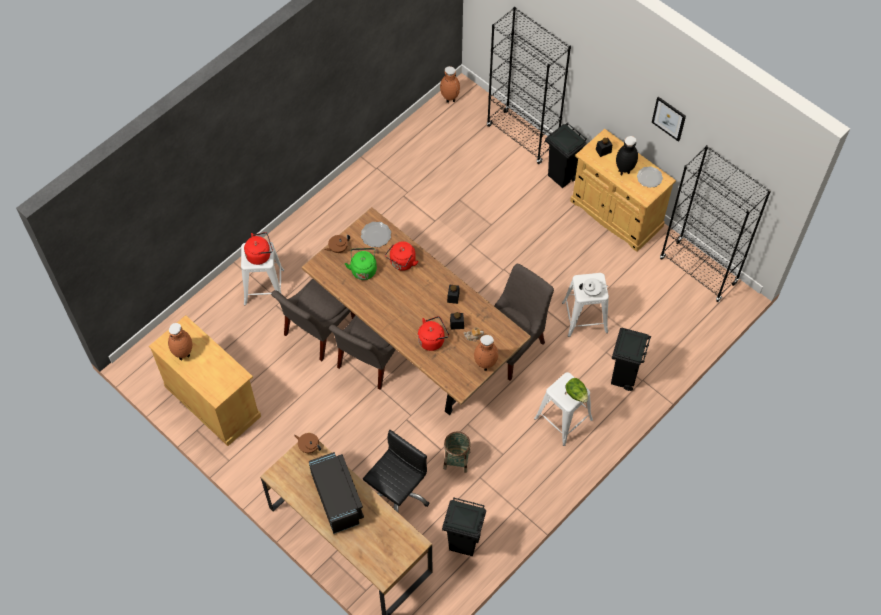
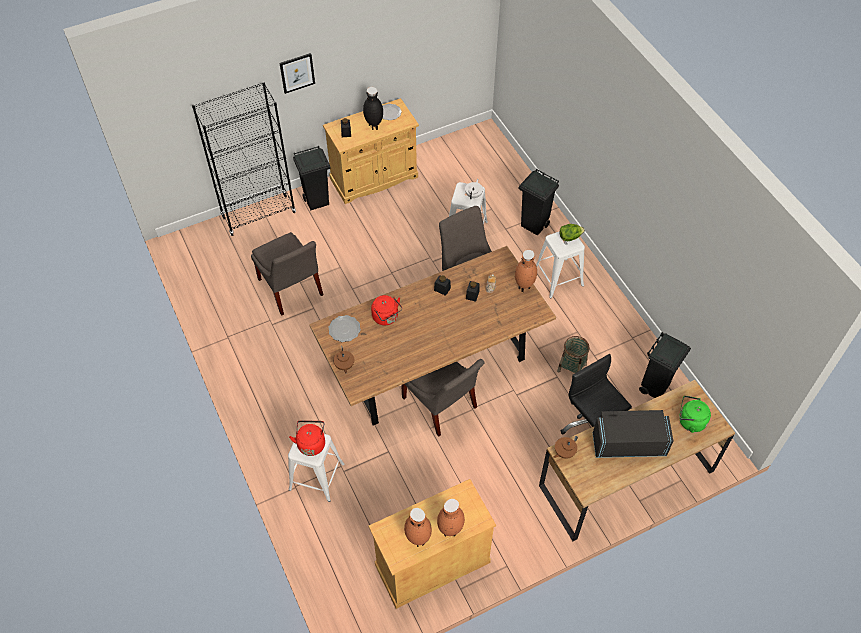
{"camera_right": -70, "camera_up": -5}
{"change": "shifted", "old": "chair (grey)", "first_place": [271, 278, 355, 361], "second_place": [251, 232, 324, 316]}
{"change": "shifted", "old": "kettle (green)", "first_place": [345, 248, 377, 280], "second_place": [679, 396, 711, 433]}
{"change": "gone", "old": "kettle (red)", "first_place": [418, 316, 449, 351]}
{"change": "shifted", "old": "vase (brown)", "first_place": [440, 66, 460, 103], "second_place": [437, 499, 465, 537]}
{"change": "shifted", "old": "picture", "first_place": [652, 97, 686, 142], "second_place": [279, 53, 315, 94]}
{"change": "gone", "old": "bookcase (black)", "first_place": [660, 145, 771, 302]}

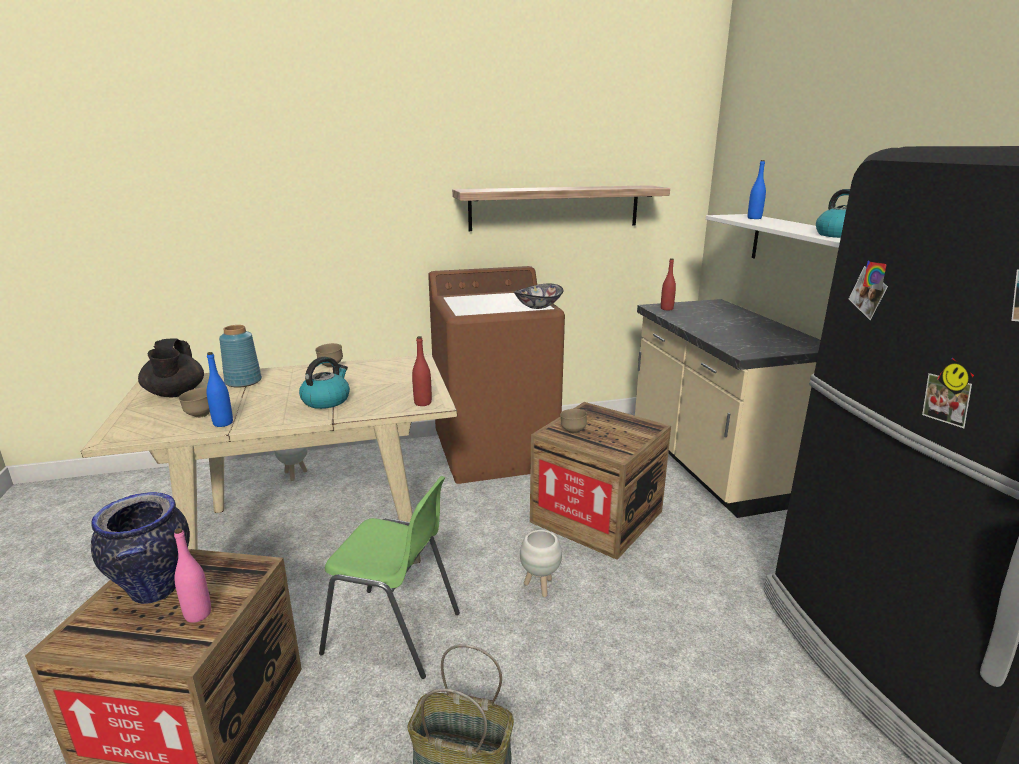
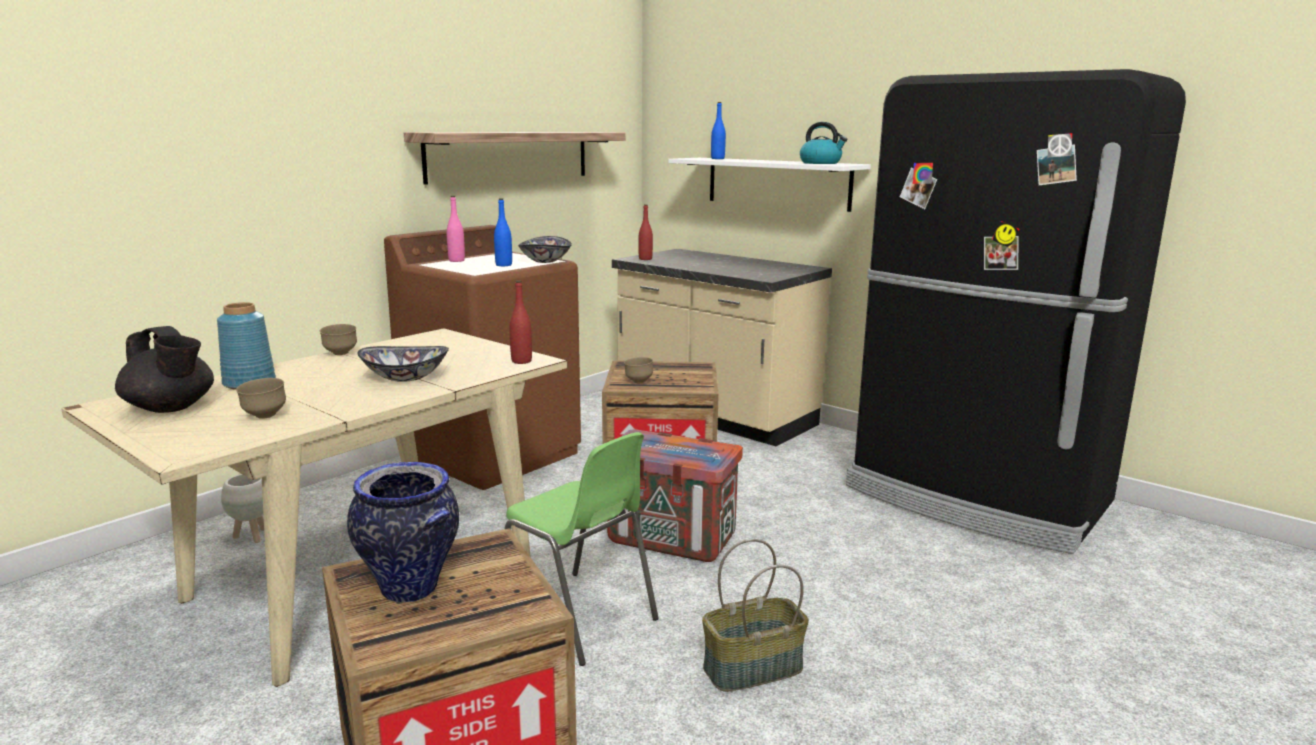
{"camera_right": -35, "camera_up": -5}
{"change": "shifted", "old": "bottle (pink)", "first_place": [174, 528, 211, 623], "second_place": [447, 196, 465, 262]}
{"change": "shifted", "old": "bottle (blue)", "first_place": [206, 352, 233, 427], "second_place": [494, 198, 512, 266]}
{"change": "swapped", "old": "kettle", "new": "bowl", "first_place": [299, 357, 350, 409], "second_place": [357, 346, 449, 382]}
{"change": "rotated", "old": "chair (green)", "first_place": [319, 476, 460, 679], "second_place": [505, 432, 659, 666], "degrees": 60}
{"change": "swapped", "old": "planter (white)", "new": "crate", "first_place": [520, 530, 562, 597], "second_place": [607, 429, 743, 562]}

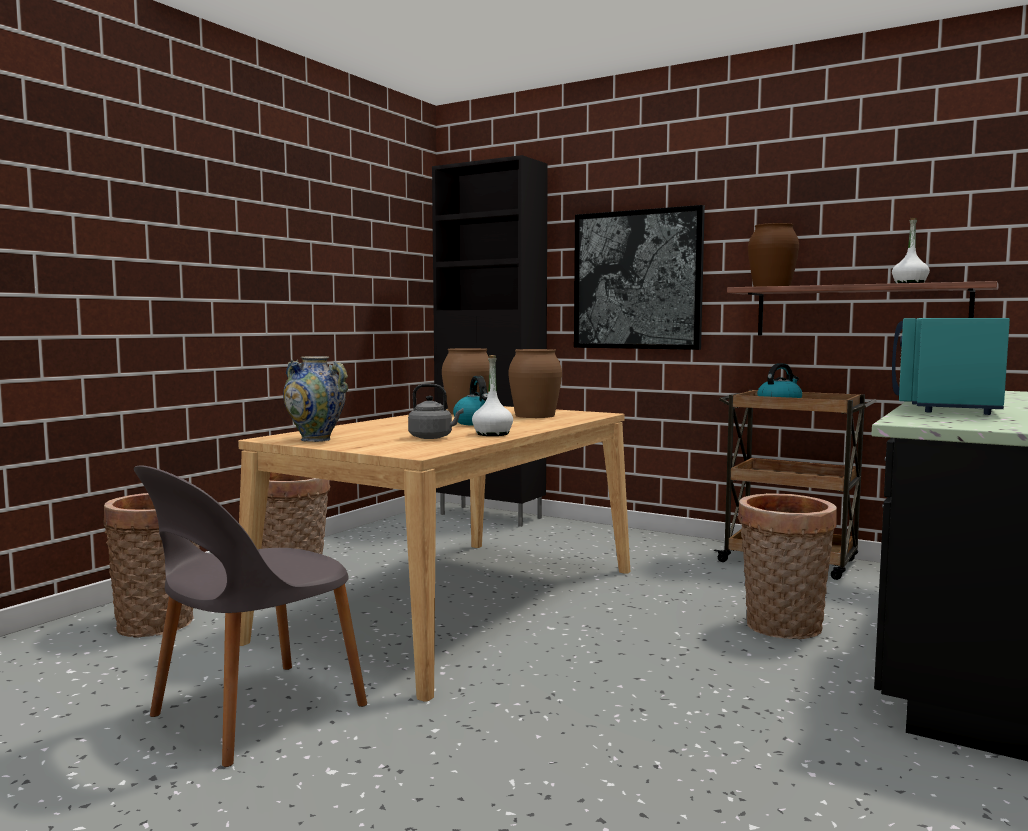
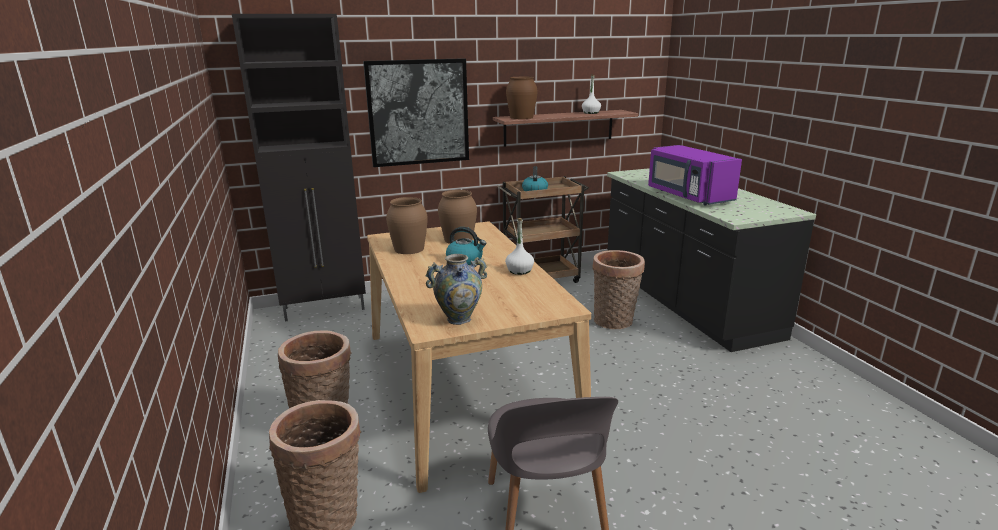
{"camera_right": -50, "camera_up": 15}
{"change": "gone", "old": "kettle (grey)", "first_place": [408, 384, 464, 439]}
{"change": "repainted", "old": "microwave (turquoise)", "new": "microwave (purple)", "first_place": [892, 318, 1010, 415], "second_place": [648, 145, 742, 205]}

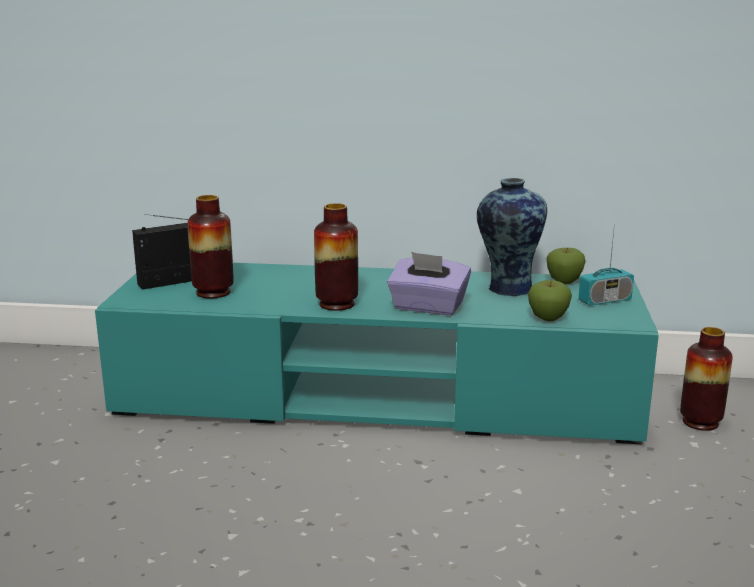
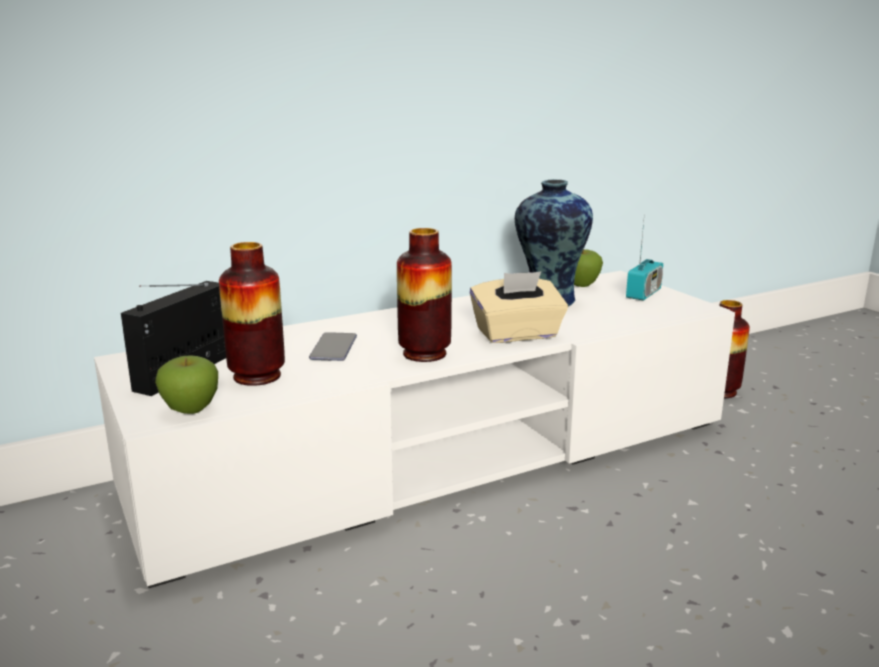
{"camera_right": -35, "camera_up": 0}
{"change": "repainted", "old": "tv stand (turquoise)", "new": "tv stand (white)", "first_place": [95, 263, 659, 444], "second_place": [94, 271, 735, 588]}
{"change": "repainted", "old": "tissue box (purple)", "new": "tissue box (beige)", "first_place": [387, 252, 471, 315], "second_place": [470, 271, 568, 343]}
{"change": "shifted", "old": "apple", "first_place": [528, 280, 572, 321], "second_place": [155, 355, 218, 414]}
{"change": "new", "new": "phone", "second_place": [309, 332, 357, 361]}

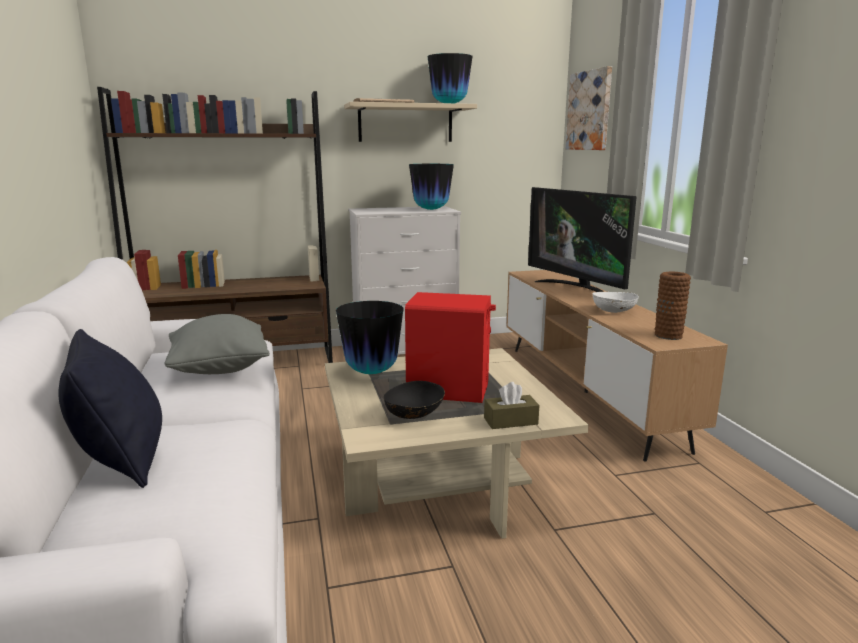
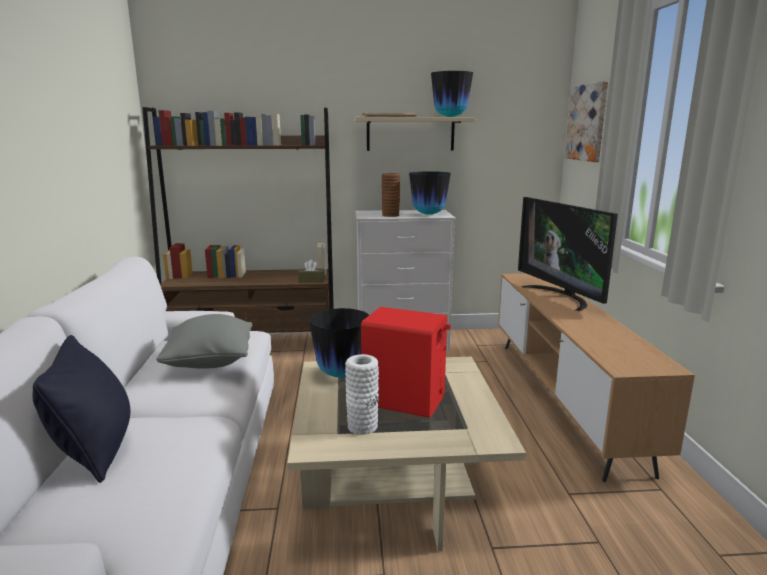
{"camera_right": 10, "camera_up": 0}
{"change": "swapped", "old": "bowl (black)", "new": "vase (white)", "first_place": [384, 381, 445, 419], "second_place": [345, 354, 379, 435]}
{"change": "shifted", "old": "tissue box (brown)", "first_place": [484, 382, 539, 429], "second_place": [298, 260, 325, 283]}
{"change": "gone", "old": "bowl (white)", "first_place": [592, 292, 639, 313]}
{"change": "shifted", "old": "vase (brown)", "first_place": [655, 272, 691, 340], "second_place": [381, 173, 400, 217]}

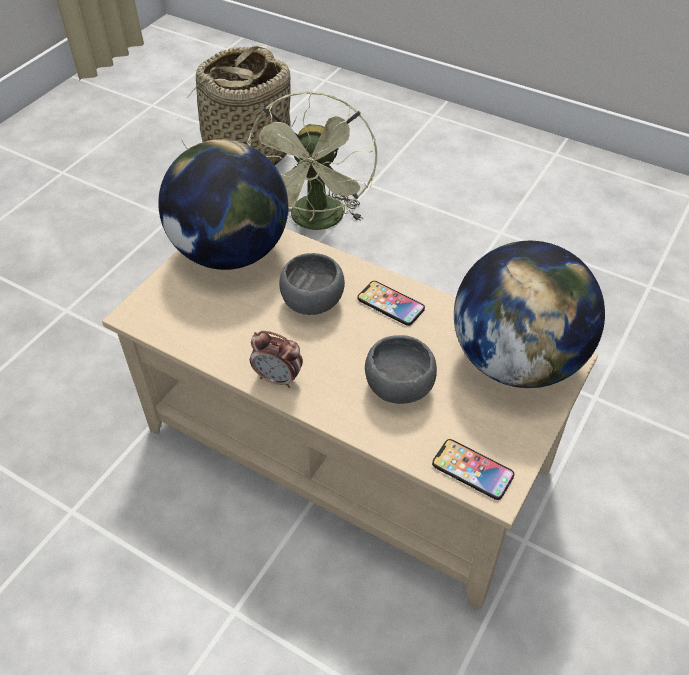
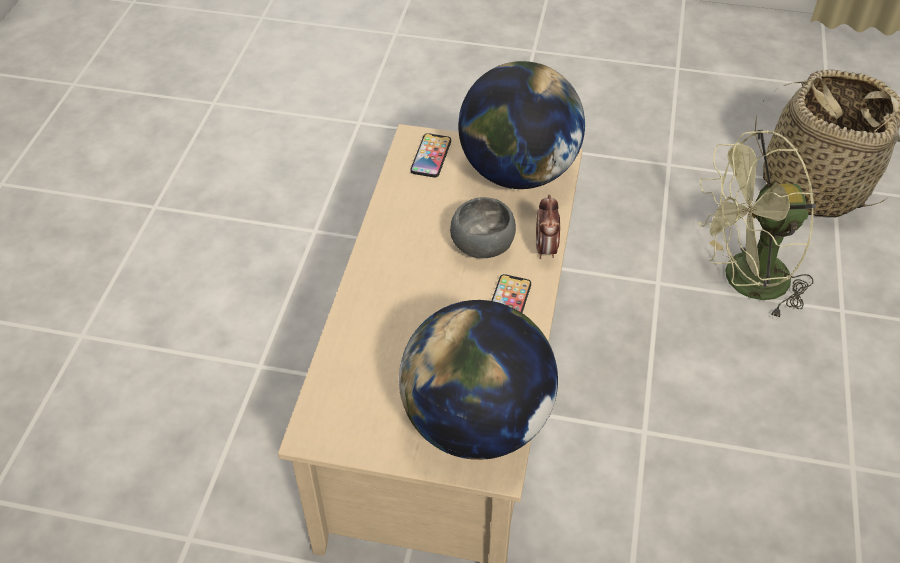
{"camera_right": 70, "camera_up": 0}
{"change": "shifted", "old": "alarm clock", "first_place": [250, 331, 303, 388], "second_place": [536, 194, 560, 259]}
{"change": "gone", "old": "bowl (grey)", "first_place": [365, 335, 437, 404]}
{"change": "shifted", "old": "phone", "first_place": [432, 439, 514, 500], "second_place": [410, 133, 451, 178]}

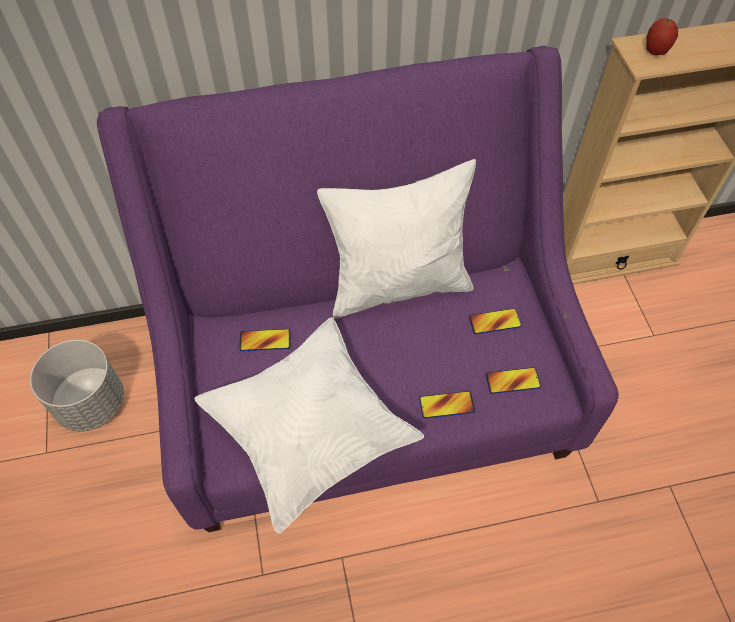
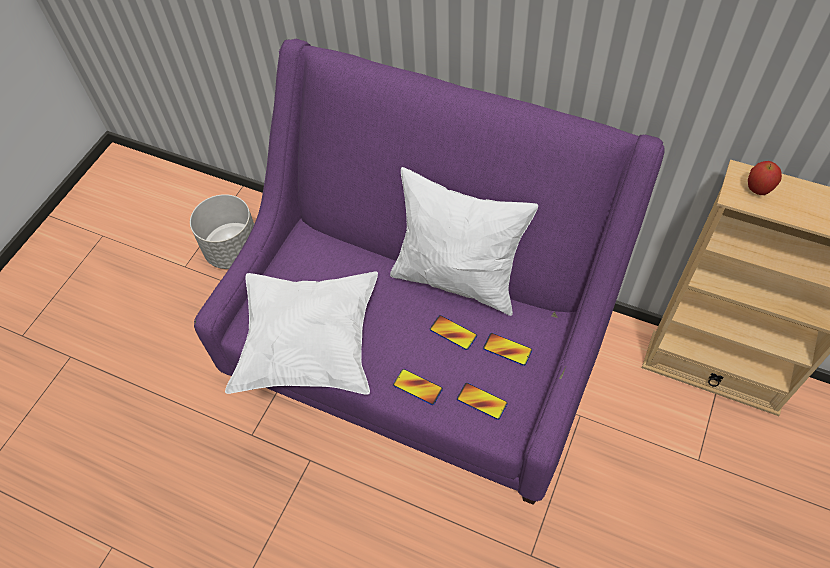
{"camera_right": 40, "camera_up": 0}
{"change": "shifted", "old": "phone", "first_place": [239, 329, 290, 351], "second_place": [430, 315, 477, 350]}

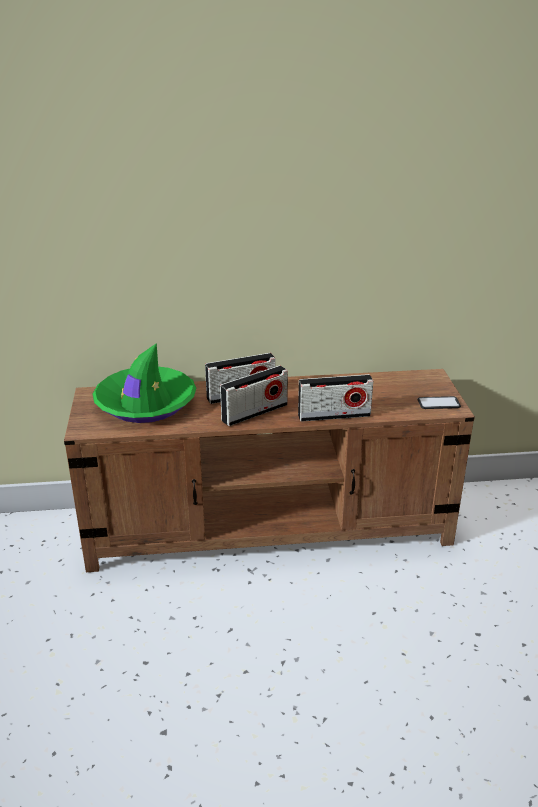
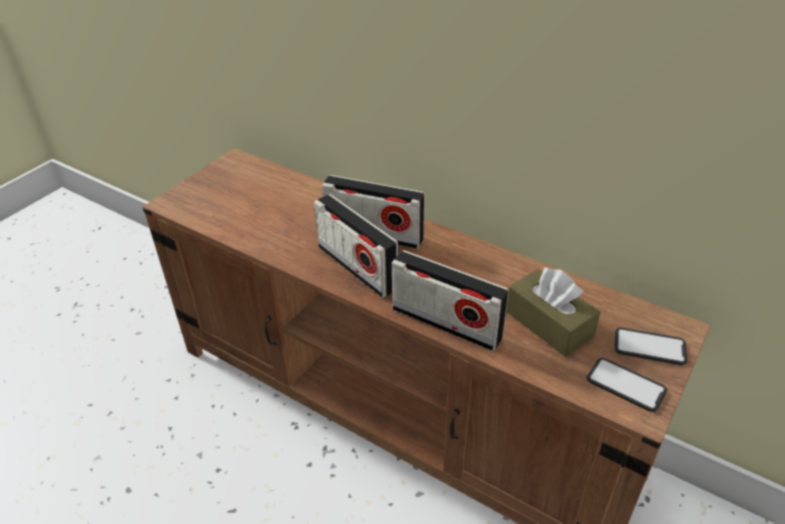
{"camera_right": 40, "camera_up": 10}
{"change": "gone", "old": "hat (green)", "first_place": [93, 343, 196, 423]}
{"change": "rotated", "old": "radio", "first_place": [220, 365, 288, 426], "second_place": [314, 194, 399, 298], "degrees": 45}
{"change": "new", "new": "tissue box (brown)", "second_place": [506, 267, 601, 357]}
{"change": "new", "new": "phone", "second_place": [615, 328, 687, 365]}

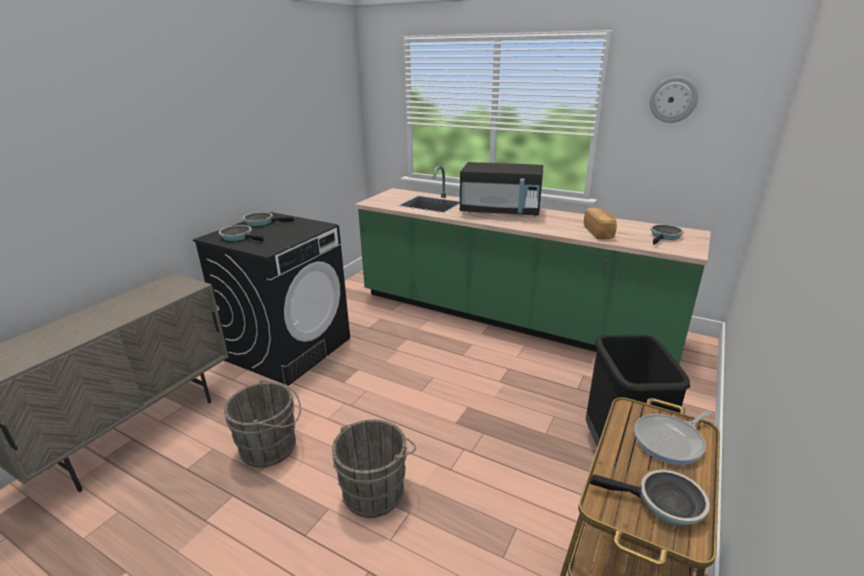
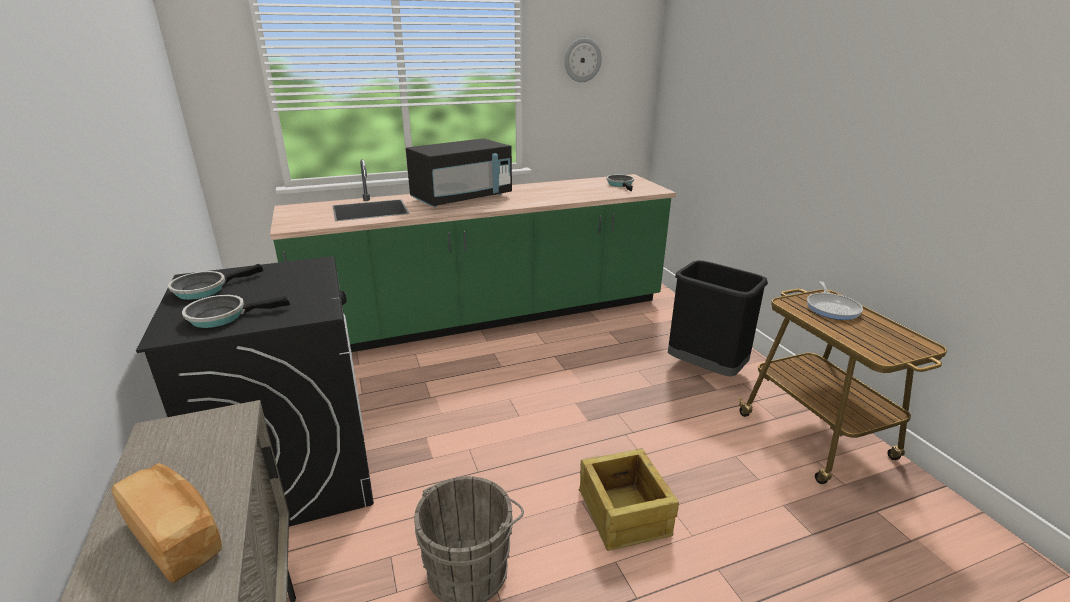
{"camera_right": -50, "camera_up": 0}
{"change": "swapped", "old": "bucket (grey)", "new": "crate", "first_place": [332, 419, 416, 518], "second_place": [579, 448, 679, 551]}
{"change": "shifted", "old": "bread", "first_place": [584, 208, 617, 239], "second_place": [112, 463, 222, 583]}
{"change": "gone", "old": "frying pan", "first_place": [590, 470, 710, 526]}

